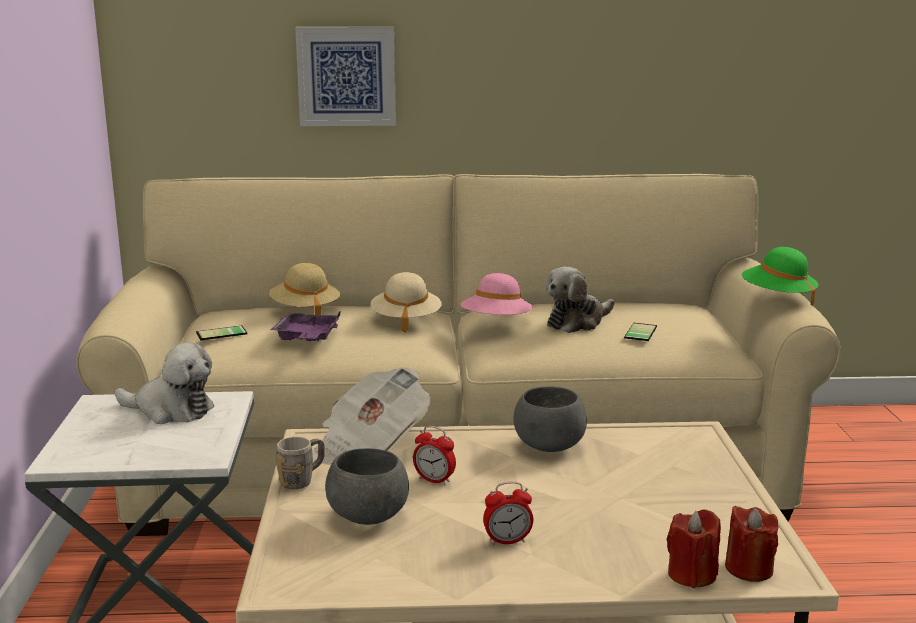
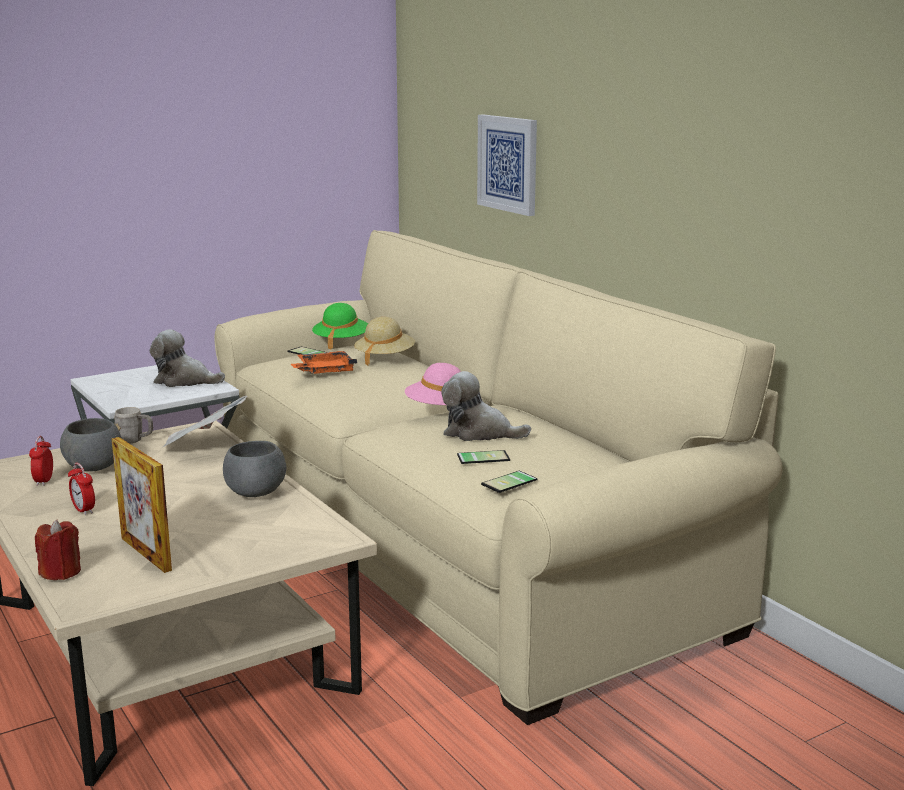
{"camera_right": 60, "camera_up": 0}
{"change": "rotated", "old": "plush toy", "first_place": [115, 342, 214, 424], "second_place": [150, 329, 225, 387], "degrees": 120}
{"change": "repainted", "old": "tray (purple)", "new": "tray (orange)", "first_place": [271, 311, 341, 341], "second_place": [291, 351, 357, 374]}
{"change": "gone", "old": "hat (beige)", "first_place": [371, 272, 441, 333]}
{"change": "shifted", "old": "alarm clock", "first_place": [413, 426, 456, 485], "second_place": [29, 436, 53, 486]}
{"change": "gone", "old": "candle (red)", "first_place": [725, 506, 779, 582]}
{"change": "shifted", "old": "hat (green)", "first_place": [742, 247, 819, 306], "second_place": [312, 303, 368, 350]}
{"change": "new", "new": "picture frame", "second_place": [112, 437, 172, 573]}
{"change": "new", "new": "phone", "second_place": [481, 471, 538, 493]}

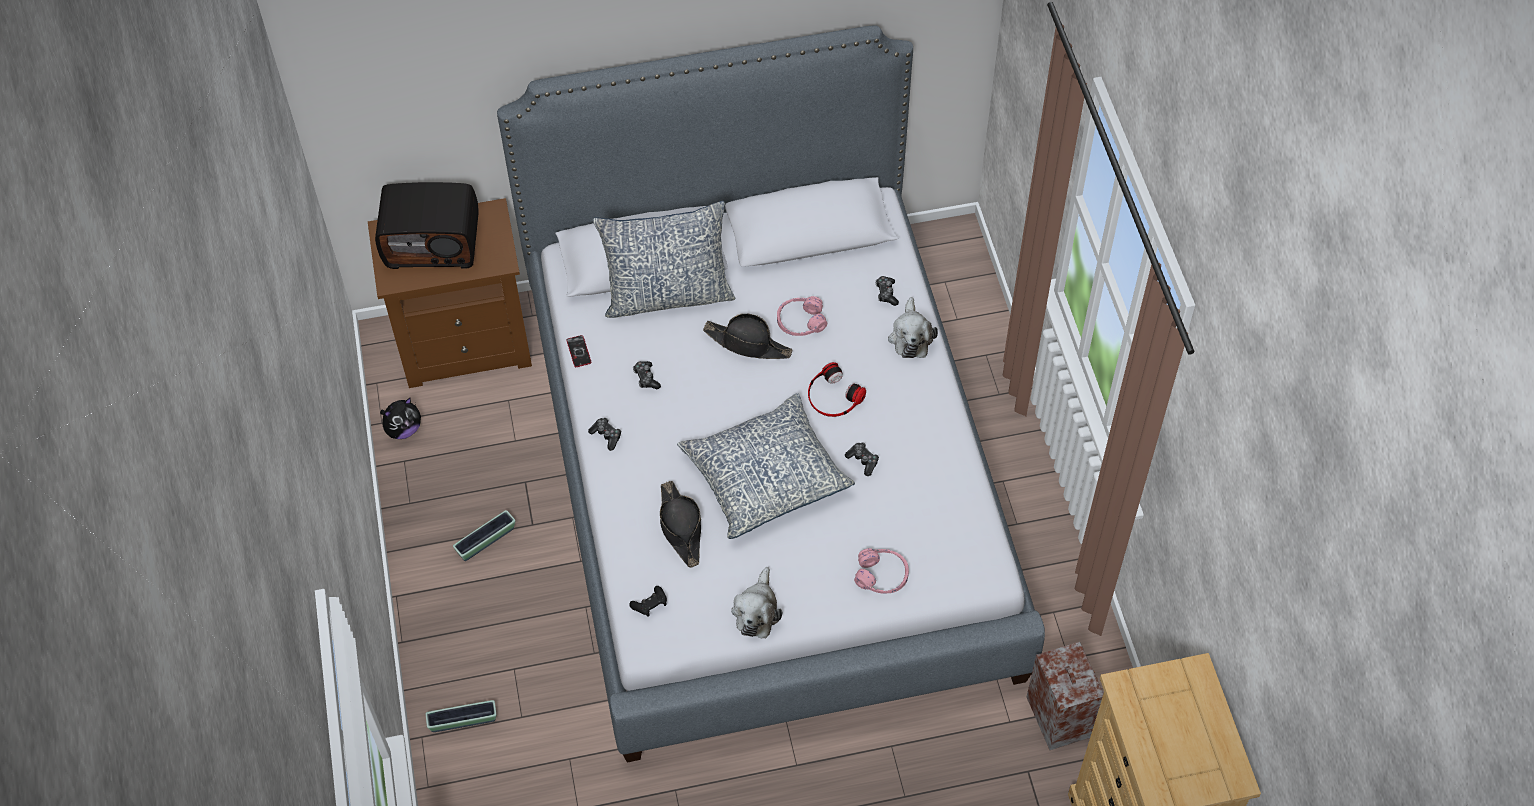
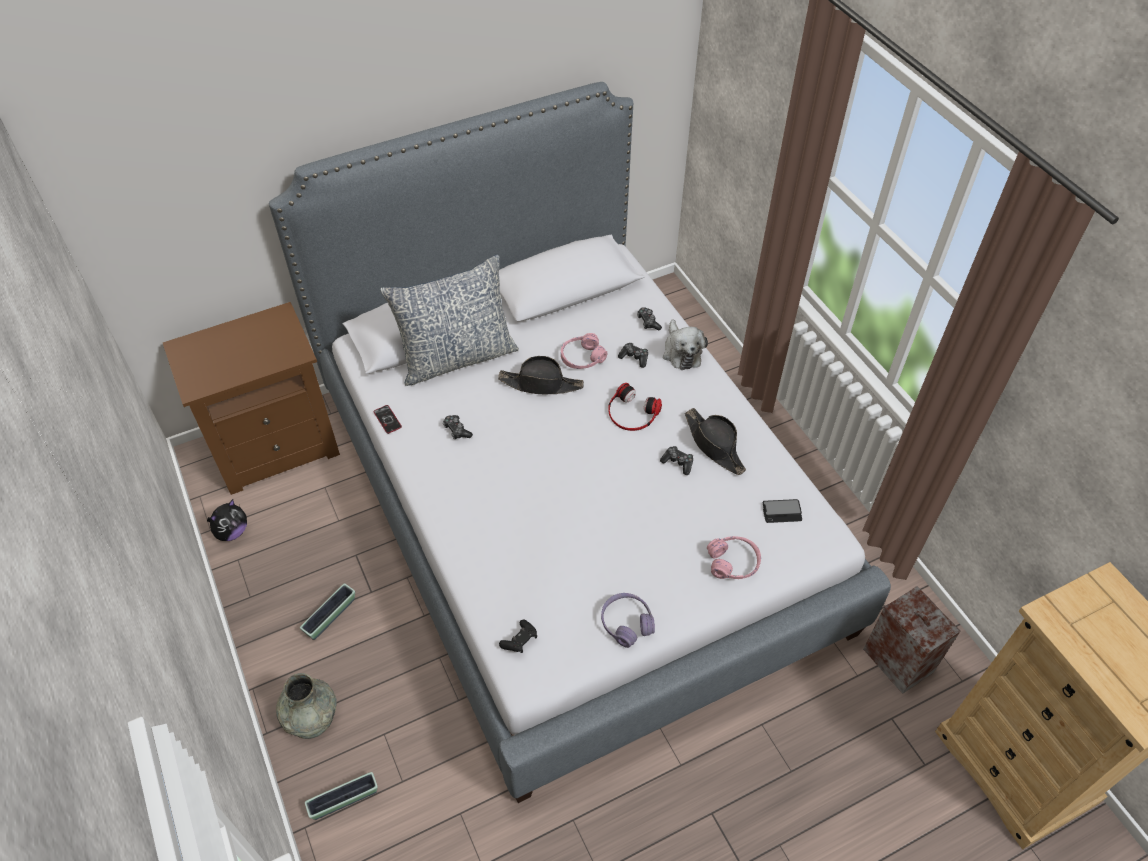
{"camera_right": -15, "camera_up": -5}
{"change": "gone", "old": "radio", "first_place": [375, 182, 479, 269]}
{"change": "shifted", "old": "game controller", "first_place": [588, 418, 621, 451], "second_place": [618, 343, 648, 368]}
{"change": "shifted", "old": "hat (black)", "first_place": [660, 481, 701, 568], "second_place": [685, 408, 746, 475]}
{"change": "gone", "old": "pillow", "first_place": [677, 393, 855, 539]}
{"change": "swapped", "old": "plush toy", "new": "headphones (purple)", "first_place": [731, 567, 782, 638], "second_place": [601, 593, 655, 648]}
{"change": "new", "new": "vase (grey)", "second_place": [276, 673, 337, 739]}
{"change": "new", "new": "phone", "second_place": [763, 499, 802, 523]}

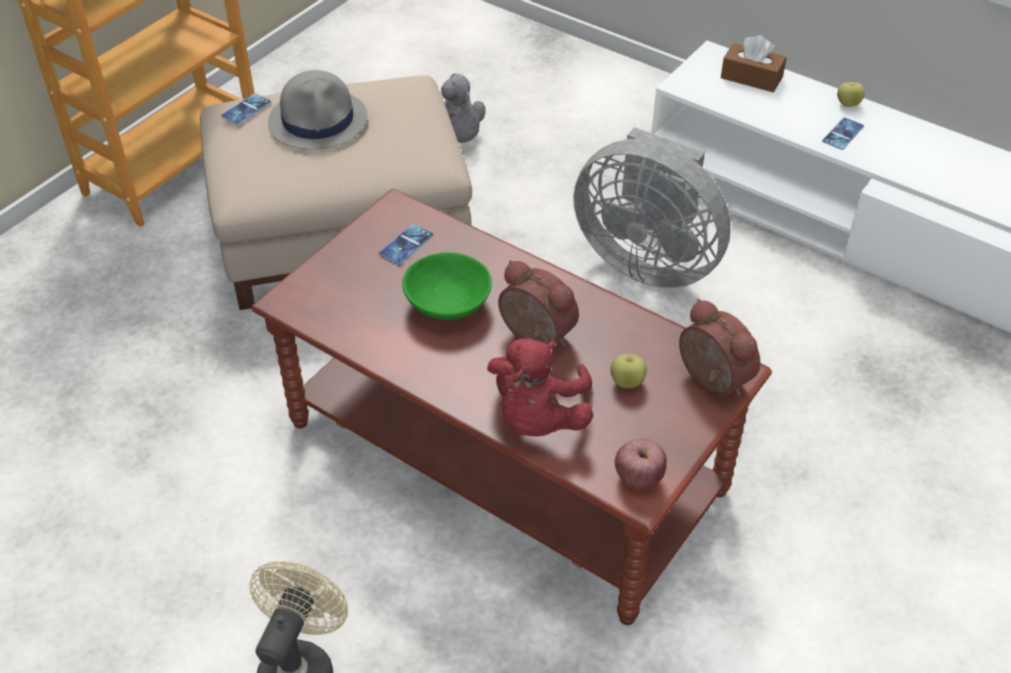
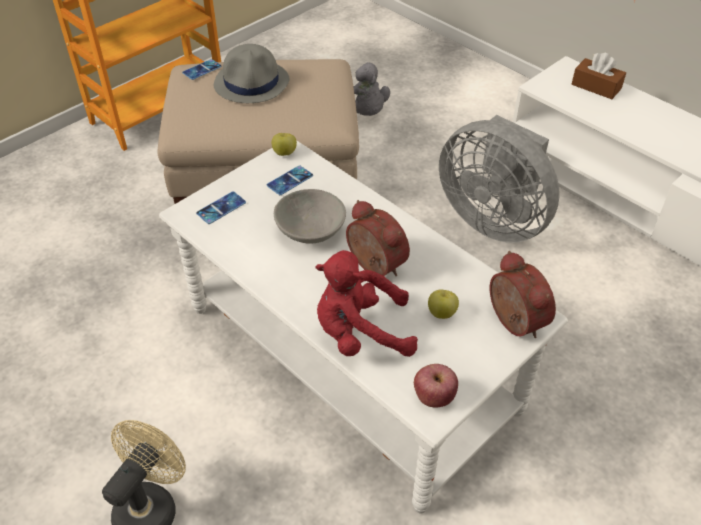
{"camera_right": 10, "camera_up": 0}
{"change": "repainted", "old": "coffee table (brown)", "new": "coffee table (white)", "first_place": [252, 189, 772, 625], "second_place": [159, 140, 568, 514]}
{"change": "repainted", "old": "bowl (green)", "new": "bowl (grey)", "first_place": [402, 252, 492, 320], "second_place": [274, 189, 346, 244]}
{"change": "rotated", "old": "plush toy (red)", "first_place": [487, 338, 593, 437], "second_place": [316, 250, 418, 357], "degrees": 60}
{"change": "shifted", "old": "phone", "first_place": [822, 117, 864, 150], "second_place": [196, 191, 246, 224]}
{"change": "shifted", "old": "apple", "first_place": [837, 82, 865, 107], "second_place": [272, 133, 297, 156]}

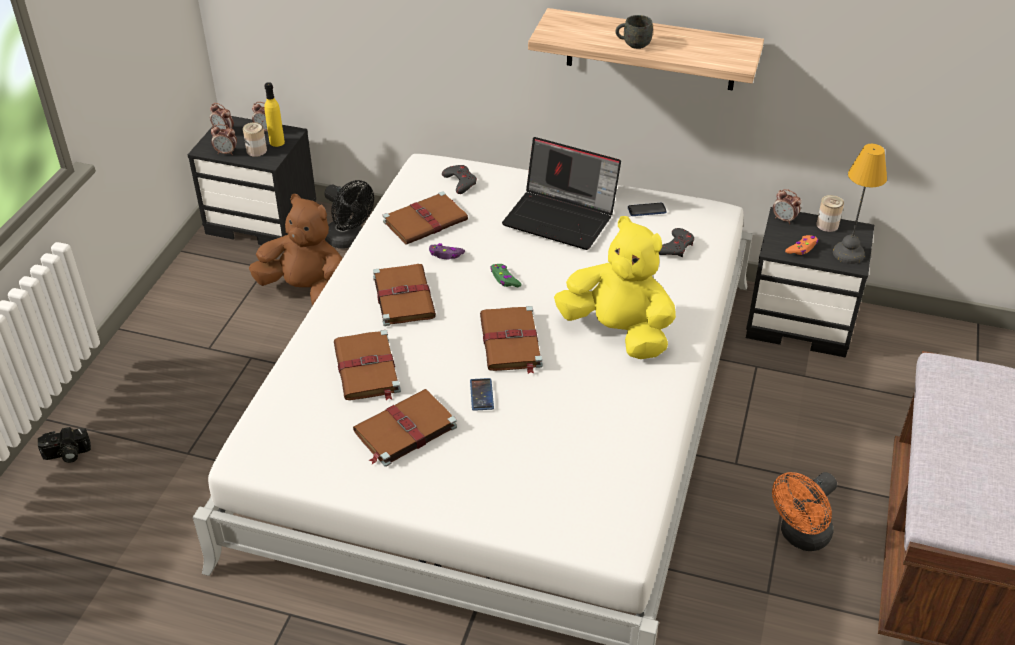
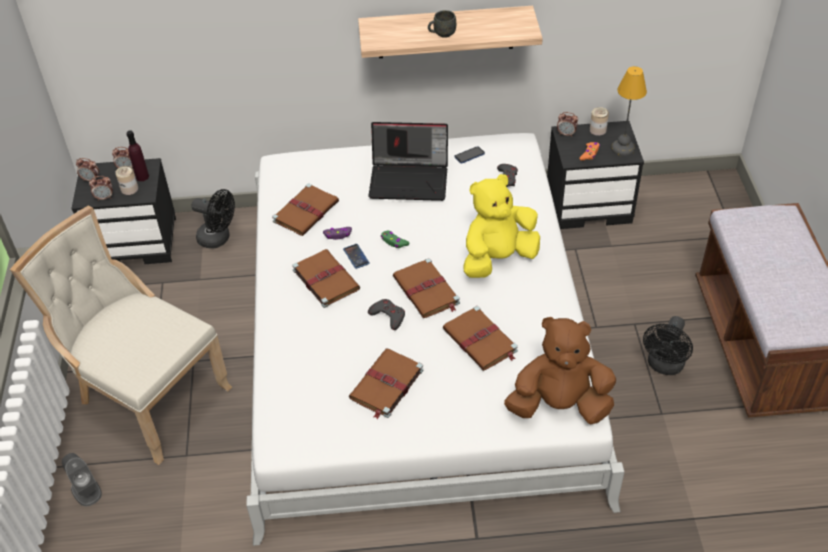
{"camera_right": -20, "camera_up": 5}
{"change": "swapped", "old": "photo camera", "new": "speaker (grey)", "first_place": [38, 427, 91, 463], "second_place": [62, 453, 102, 507]}
{"change": "shifted", "old": "plush toy (brown)", "first_place": [249, 194, 343, 306], "second_place": [504, 317, 616, 425]}
{"change": "repainted", "old": "bottle (yellow)", "new": "bottle (purple)", "first_place": [264, 82, 285, 147], "second_place": [127, 130, 149, 181]}
{"change": "shifted", "old": "book (brown)", "first_place": [334, 330, 401, 400], "second_place": [442, 306, 518, 371]}
{"change": "shifted", "old": "game controller (grey)", "first_place": [442, 165, 477, 194], "second_place": [368, 299, 405, 330]}
{"change": "shifted", "old": "phone", "first_place": [470, 378, 494, 411], "second_place": [343, 244, 370, 269]}
{"change": "rotated", "old": "plush toy (yellow)", "first_place": [554, 216, 676, 359], "second_place": [463, 174, 540, 278], "degrees": -45}
{"change": "repainted", "old": "fan (orange)", "new": "fan (black)", "first_place": [772, 472, 837, 551], "second_place": [643, 316, 693, 375]}
{"change": "new", "new": "chair (beige)", "second_place": [10, 206, 232, 465]}

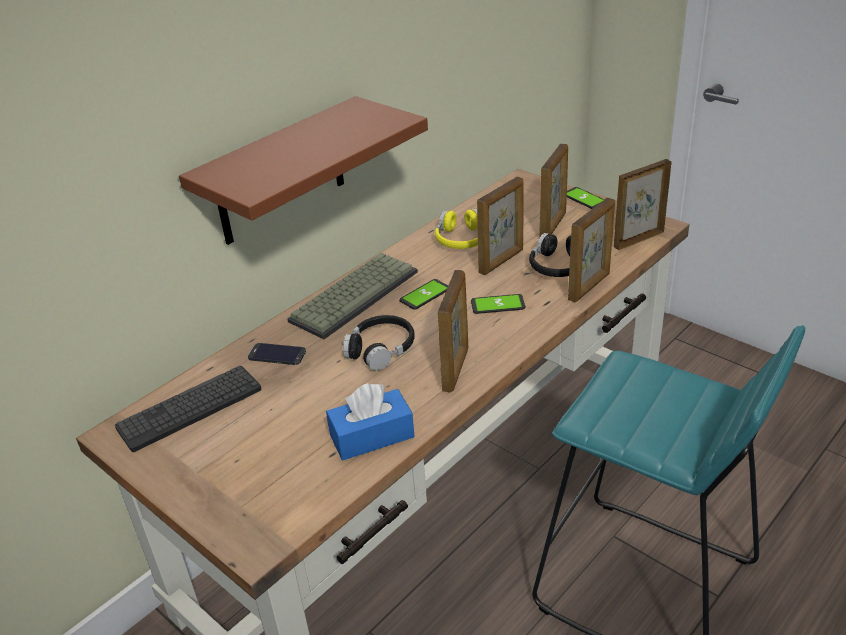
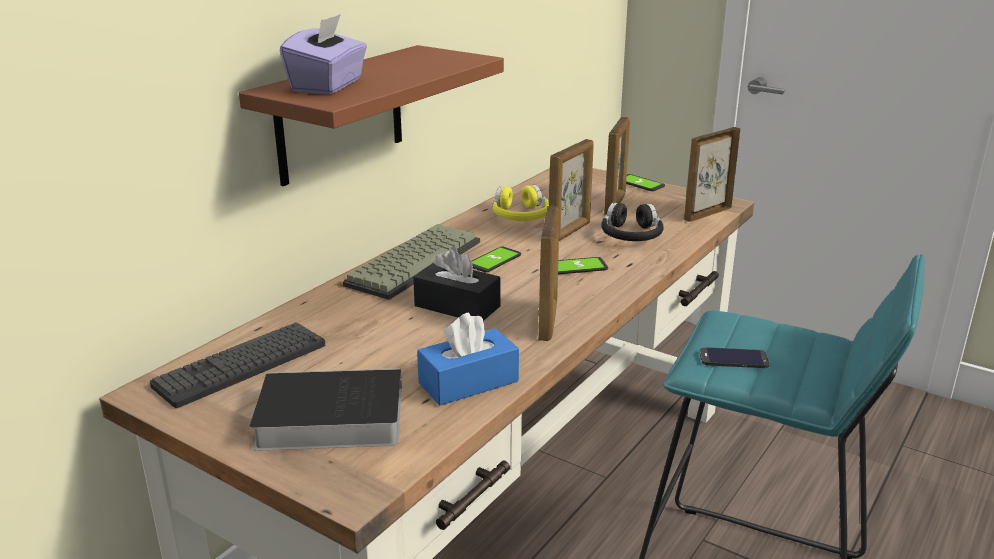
{"camera_right": -10, "camera_up": -10}
{"change": "shifted", "old": "phone", "first_place": [248, 343, 306, 365], "second_place": [700, 347, 770, 368]}
{"change": "swapped", "old": "headphones (black)", "new": "tissue box (black)", "first_place": [343, 315, 415, 371], "second_place": [413, 247, 501, 321]}
{"change": "gone", "old": "picture frame", "first_place": [568, 198, 615, 302]}
{"change": "new", "new": "book", "second_place": [241, 368, 402, 451]}
{"change": "new", "new": "tissue box (purple)", "second_place": [280, 14, 367, 94]}

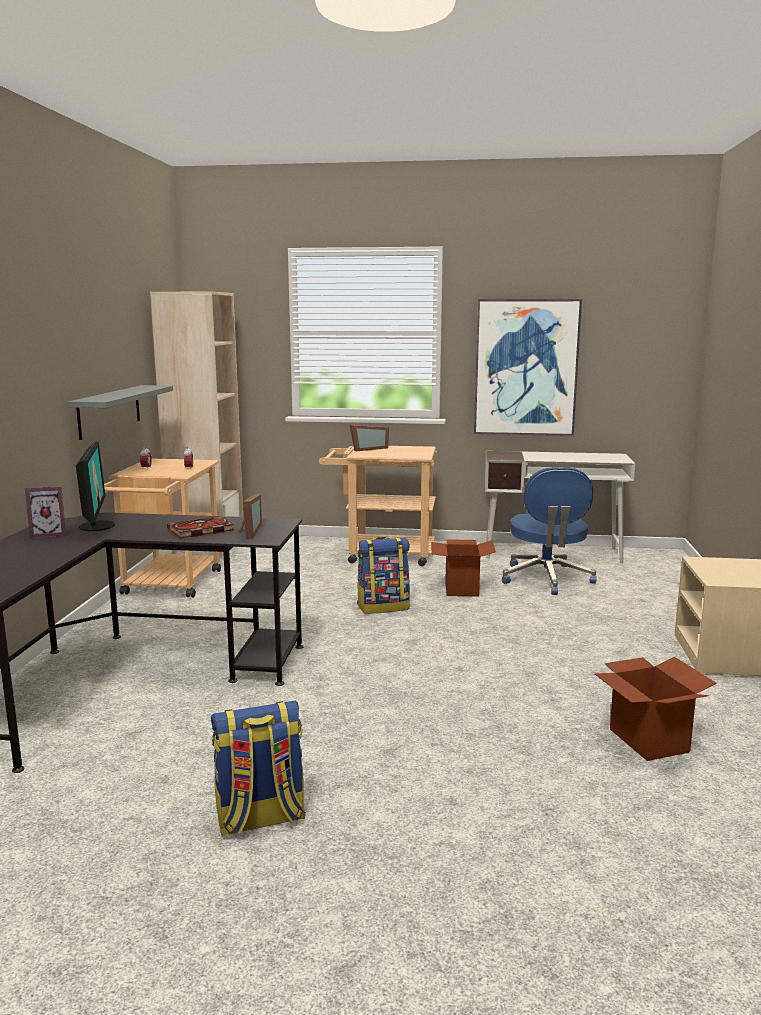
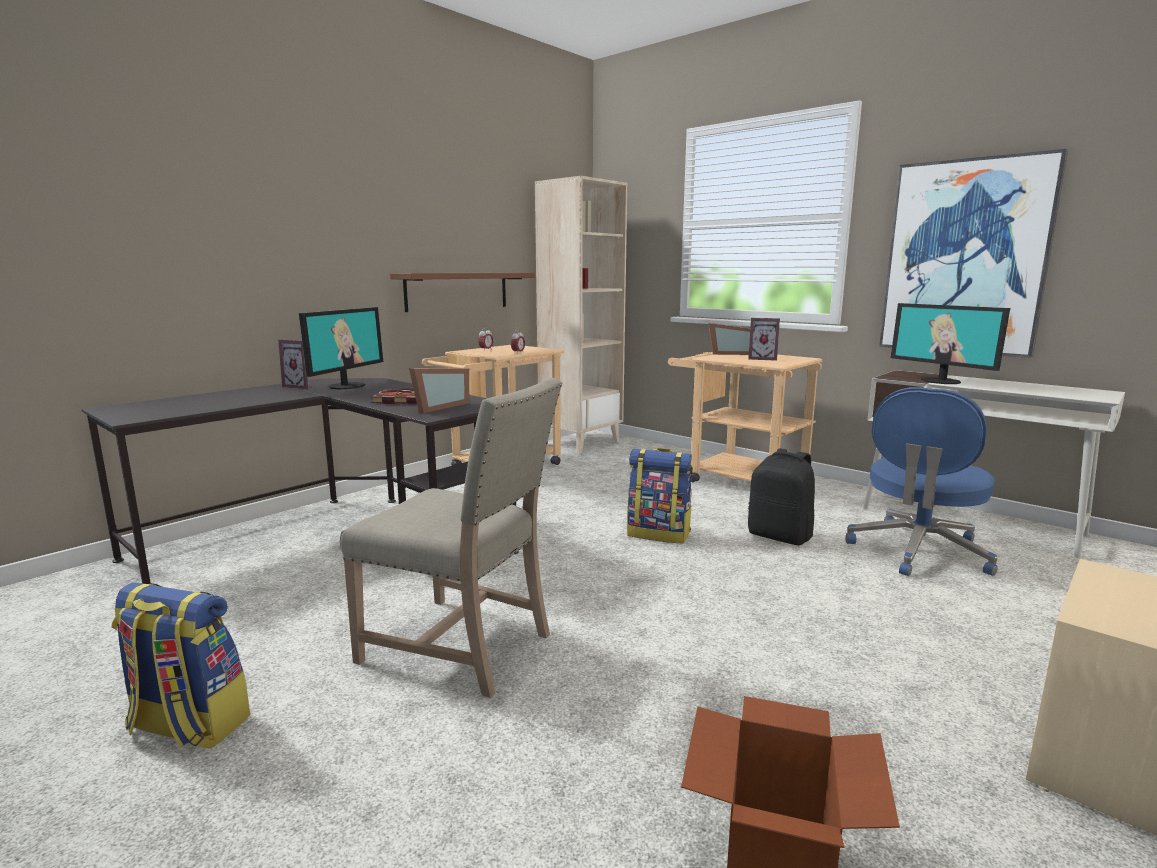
{"camera_right": 35, "camera_up": 0}
{"change": "repainted", "old": "shelf (grey)", "new": "shelf (brown)", "first_place": [68, 385, 173, 440], "second_place": [390, 273, 536, 312]}
{"change": "swapped", "old": "cardboard box", "new": "backpack (black)", "first_place": [431, 539, 496, 597], "second_place": [748, 448, 815, 545]}
{"change": "new", "new": "chair (beige)", "second_place": [340, 378, 562, 698]}
{"change": "new", "new": "picture frame", "second_place": [748, 318, 780, 361]}
{"change": "new", "new": "monitor", "second_place": [891, 303, 1010, 384]}

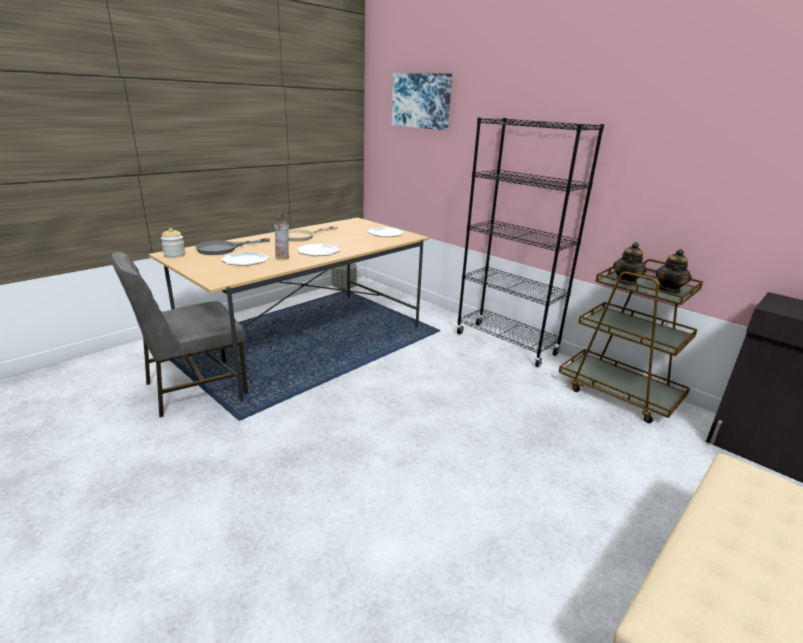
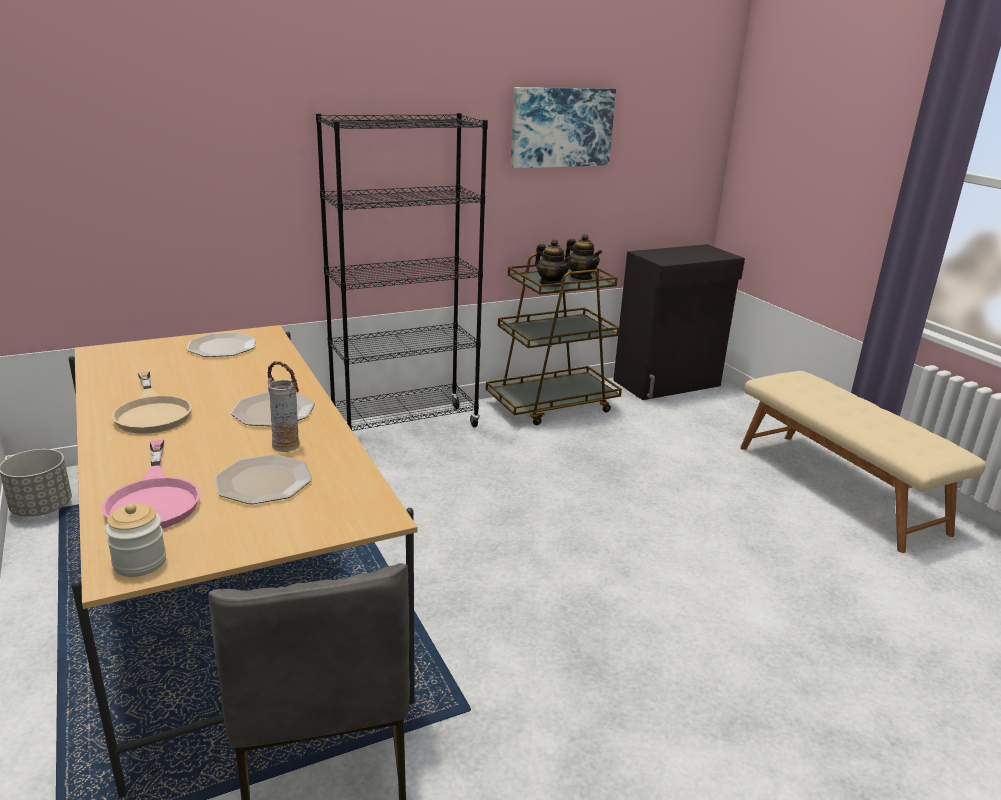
{"camera_right": -70, "camera_up": 0}
{"change": "repainted", "old": "frying pan (grey)", "new": "frying pan (pink)", "first_place": [195, 238, 270, 255], "second_place": [102, 440, 200, 529]}
{"change": "shifted", "old": "picture", "first_place": [392, 73, 452, 130], "second_place": [511, 87, 616, 169]}

